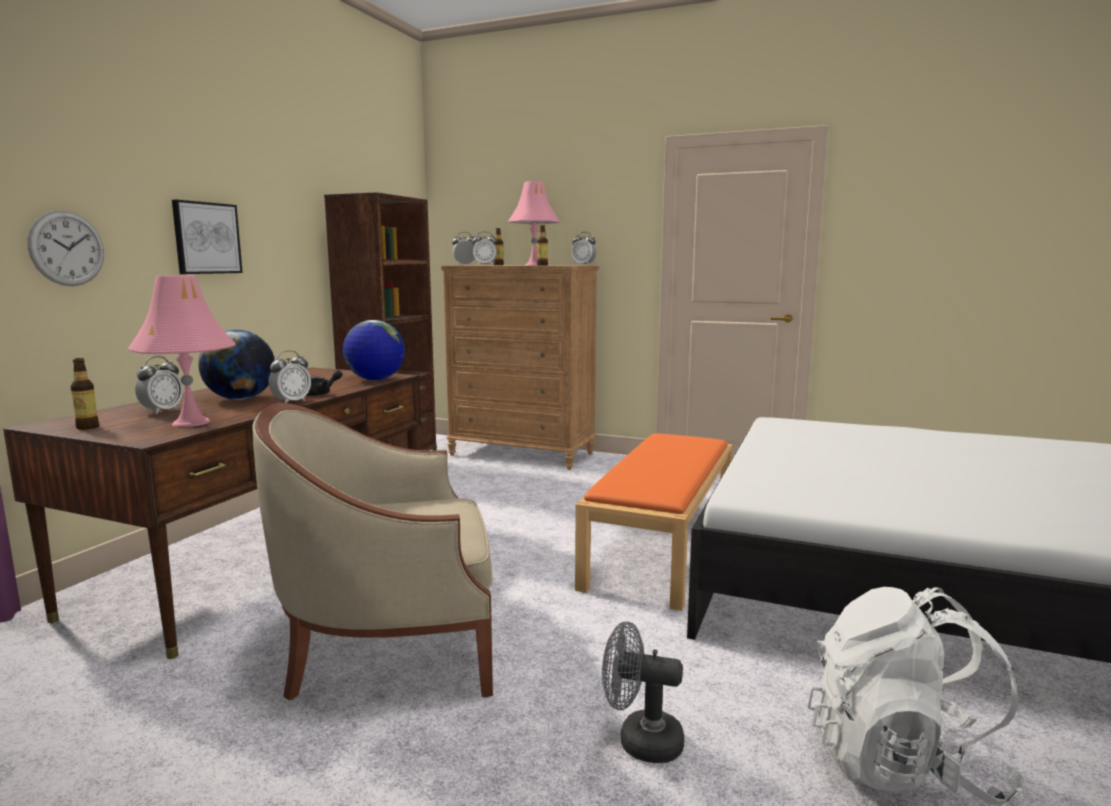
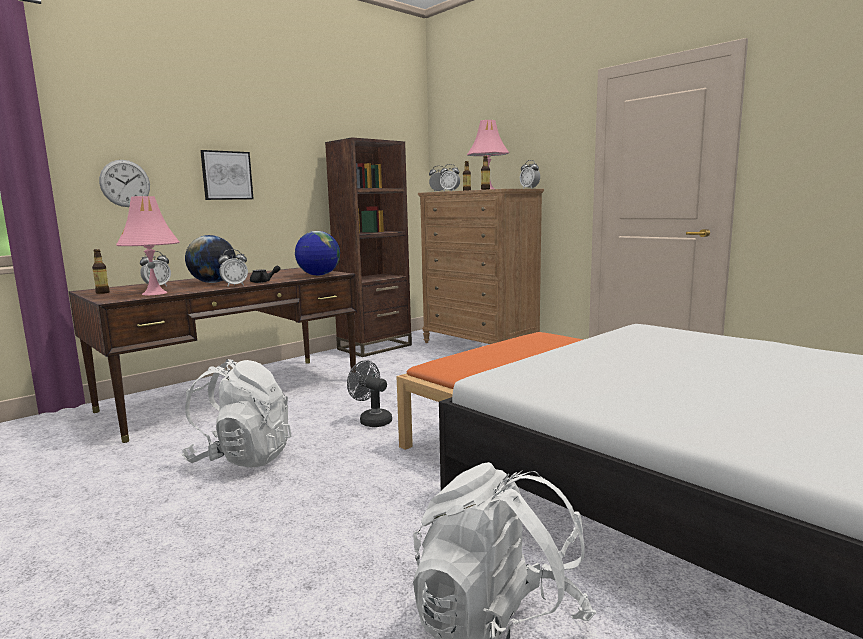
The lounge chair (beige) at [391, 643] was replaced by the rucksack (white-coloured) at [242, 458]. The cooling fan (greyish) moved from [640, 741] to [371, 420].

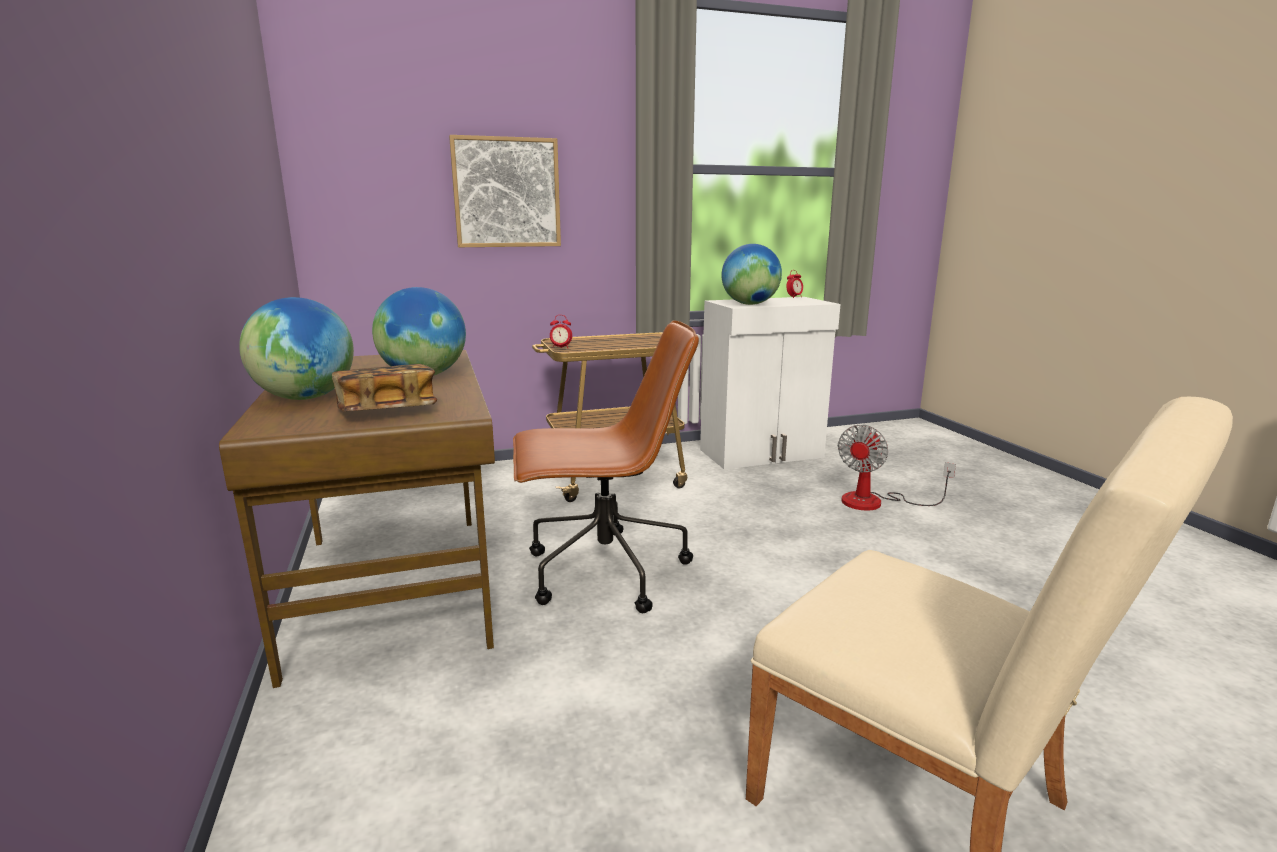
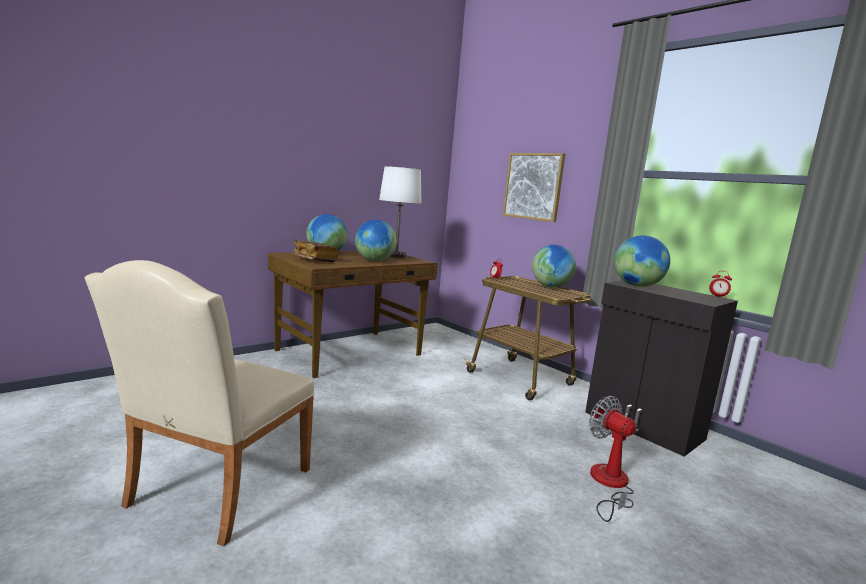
The cabinet (white-coloured) at [763, 454] became the cabinet (black) at [643, 426]. The computer chair (brown-coloured) at [603, 572] disappeared. The cooling fan at [875, 502] turned 45 degrees clockwise. The table lamp (white-coloured) at [396, 256] appeared. The desk globe at [551, 286] appeared.

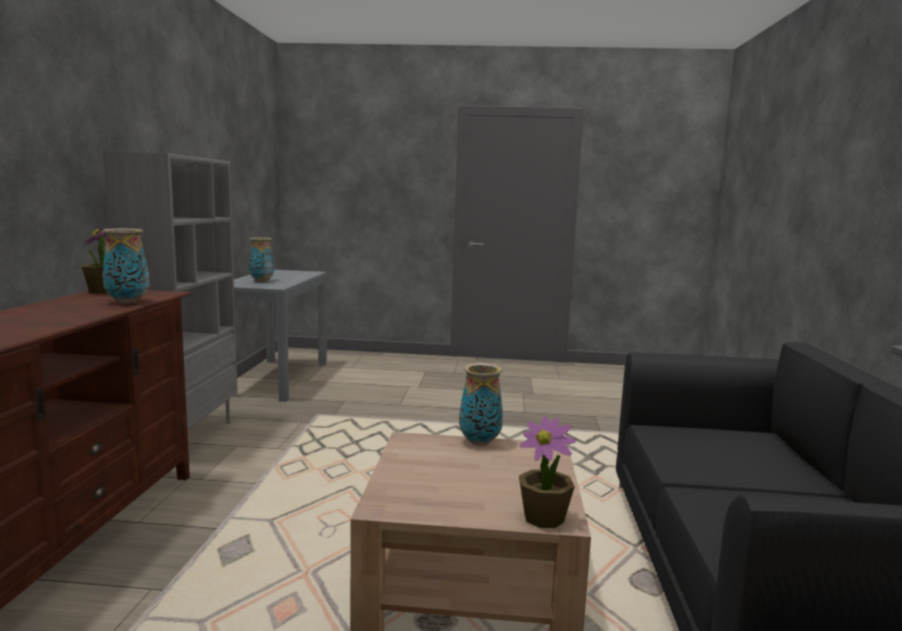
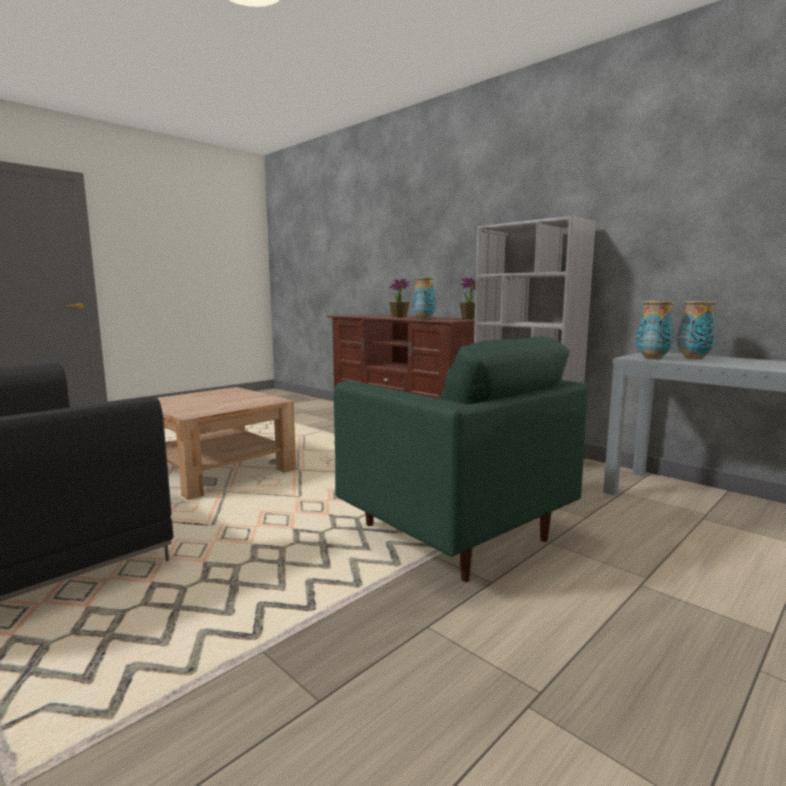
The vase moved from [480, 442] to [652, 358]. The potted plant moved from [544, 518] to [398, 317]. The lounge chair (green) at [455, 534] appeared.

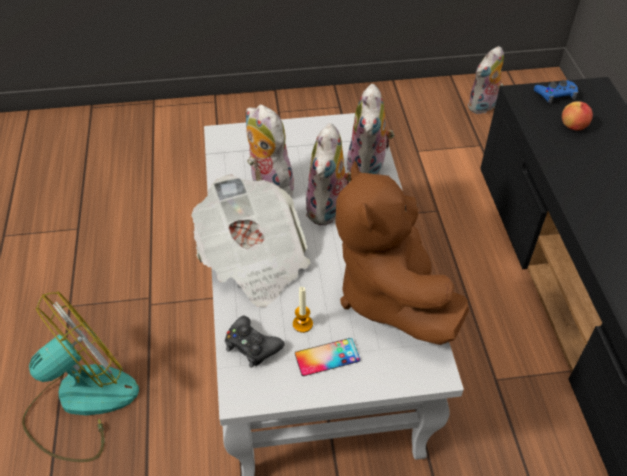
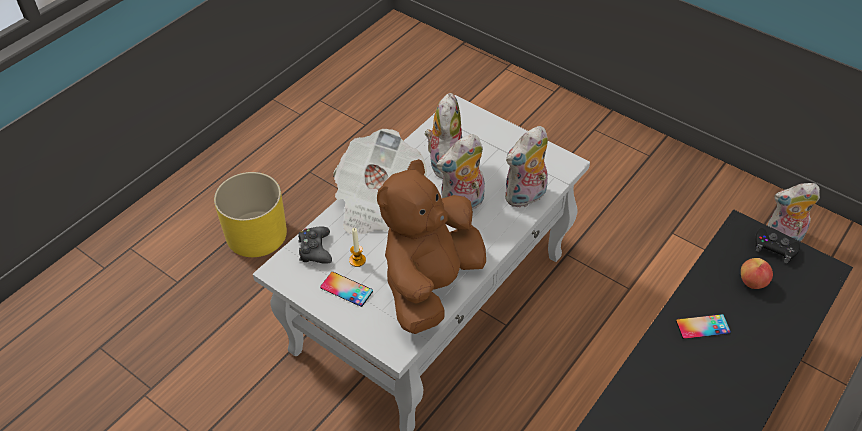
The game controller (blue-coloured) at [555, 95] became the game controller (black) at [774, 248]. The cooling fan at [80, 402] was replaced by the plant pot (yellowish) at [256, 233]. The handset at [702, 326] appeared.

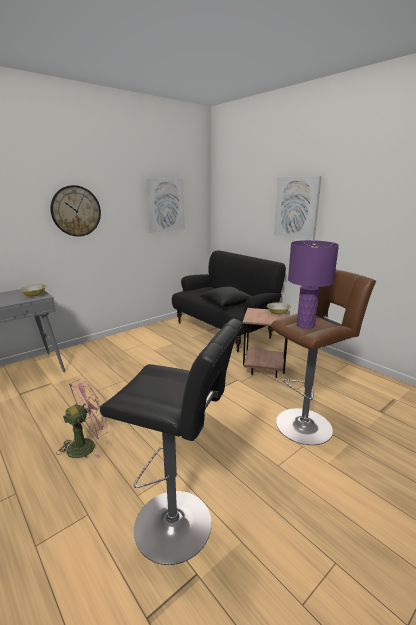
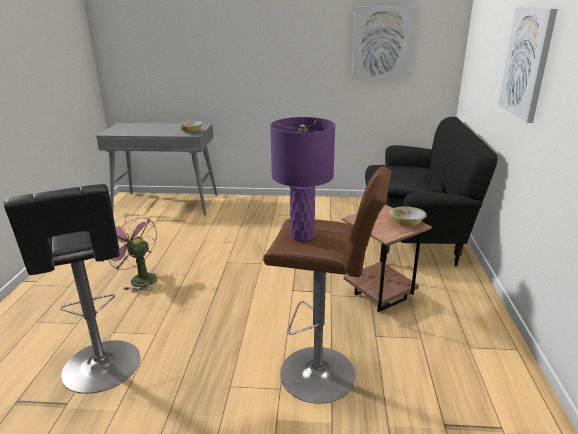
The clock on the wall at [76, 211] disappeared. The cooling fan (pinkish) at [87, 445] turned 150 degrees counterclockwise.

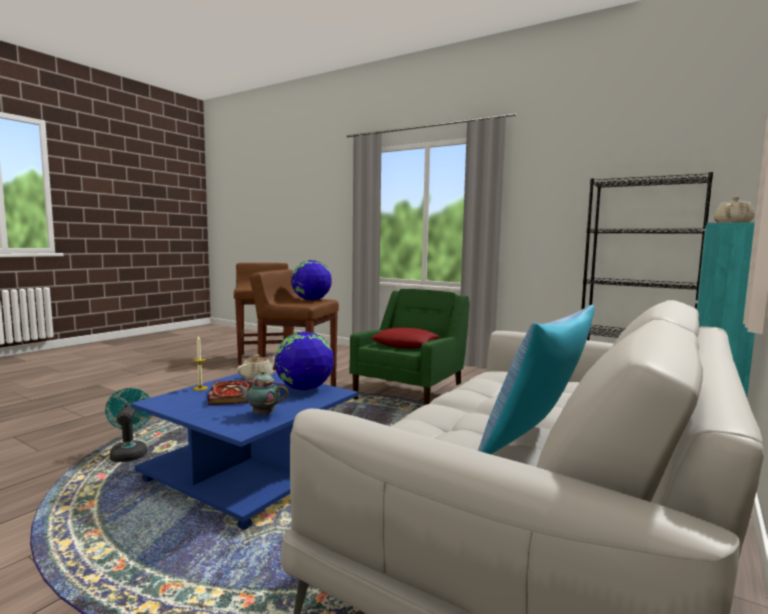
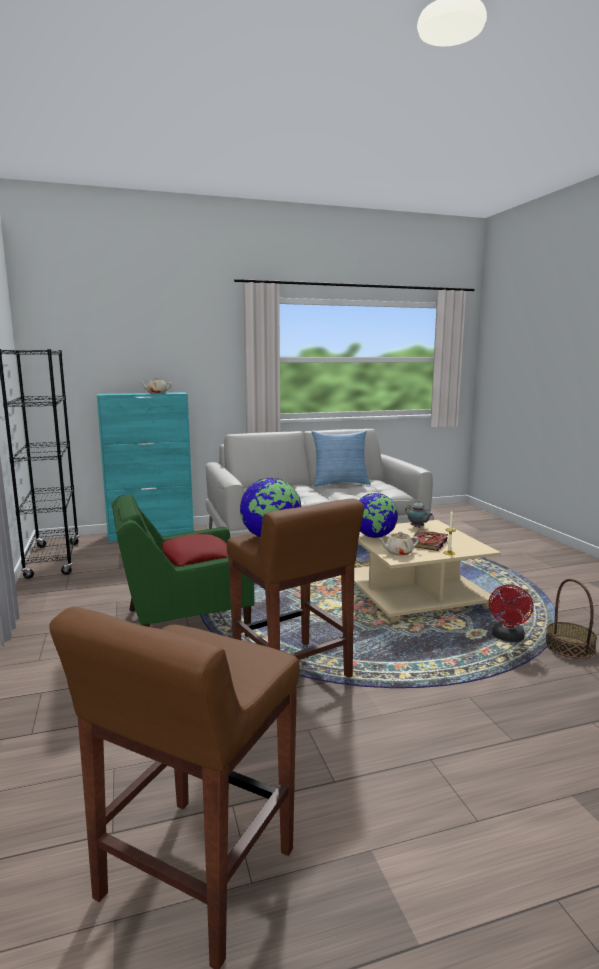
The coffee table (blue-coloured) at [251, 474] became the coffee table (beige) at [414, 593]. The cooling fan (turquoise) at [129, 453] became the cooling fan (reddish) at [508, 638]. The household basket at [569, 647] appeared.

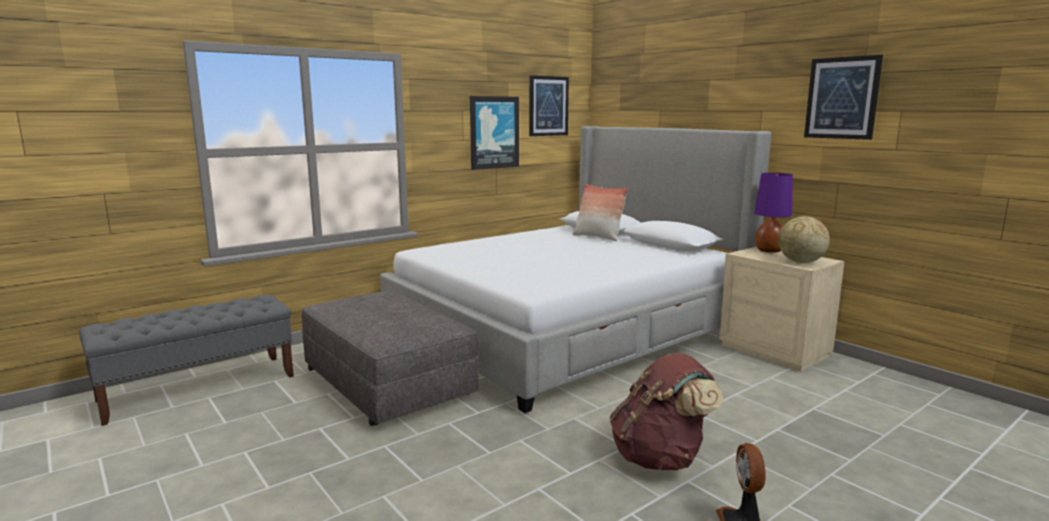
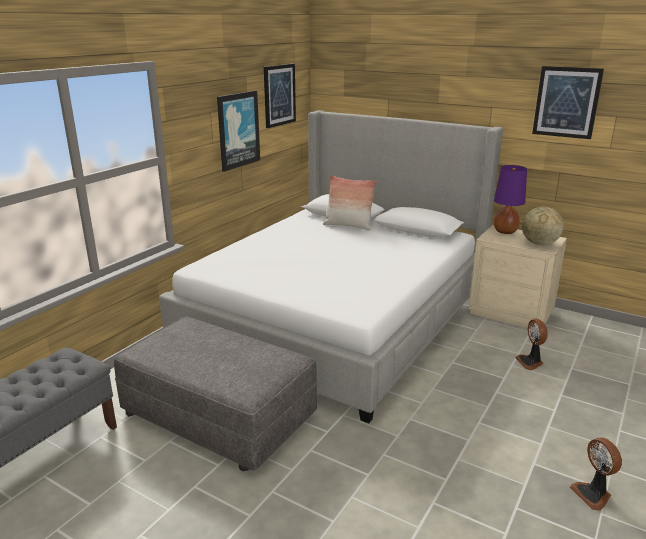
The rucksack (brown-coloured) at [660, 458] disappeared. The cooling fan at [530, 362] appeared.

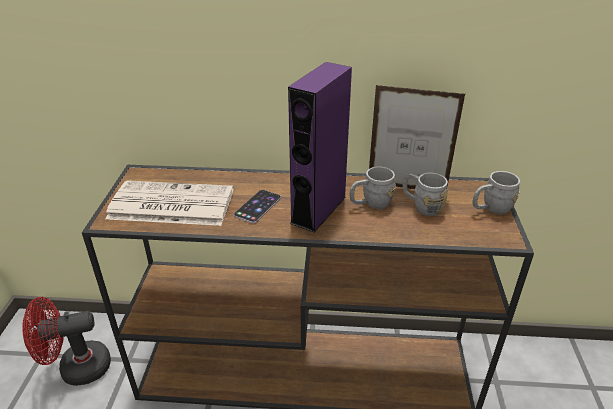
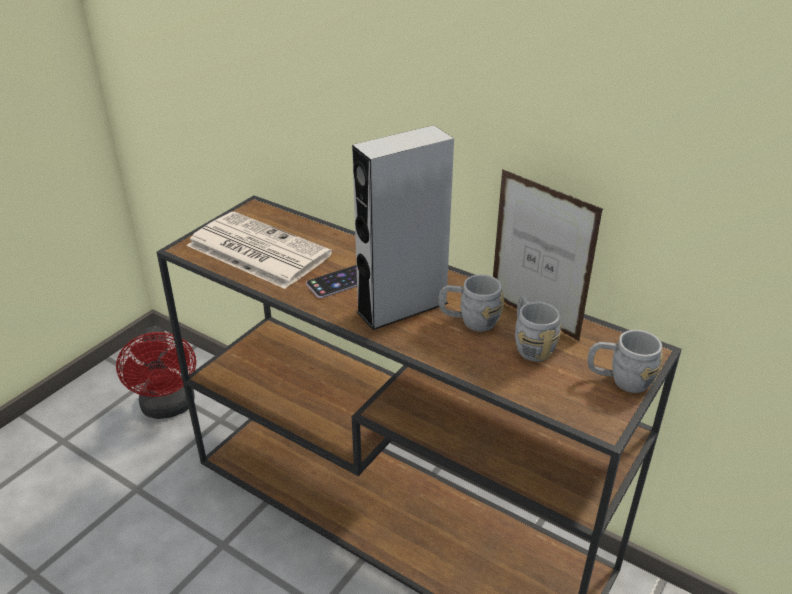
The loudspeaker (purple) at [318, 210] became the loudspeaker (greyish) at [402, 307]. The cooling fan (reddish) at [77, 368] turned 120 degrees counterclockwise.

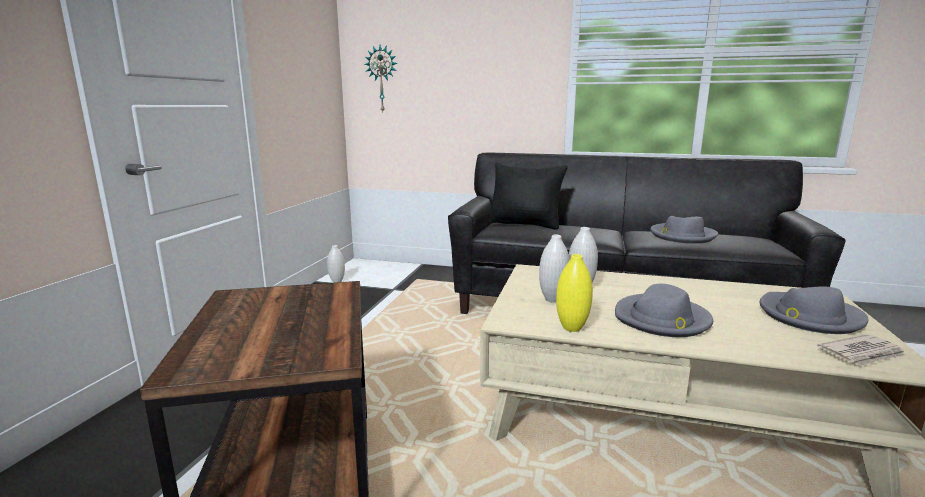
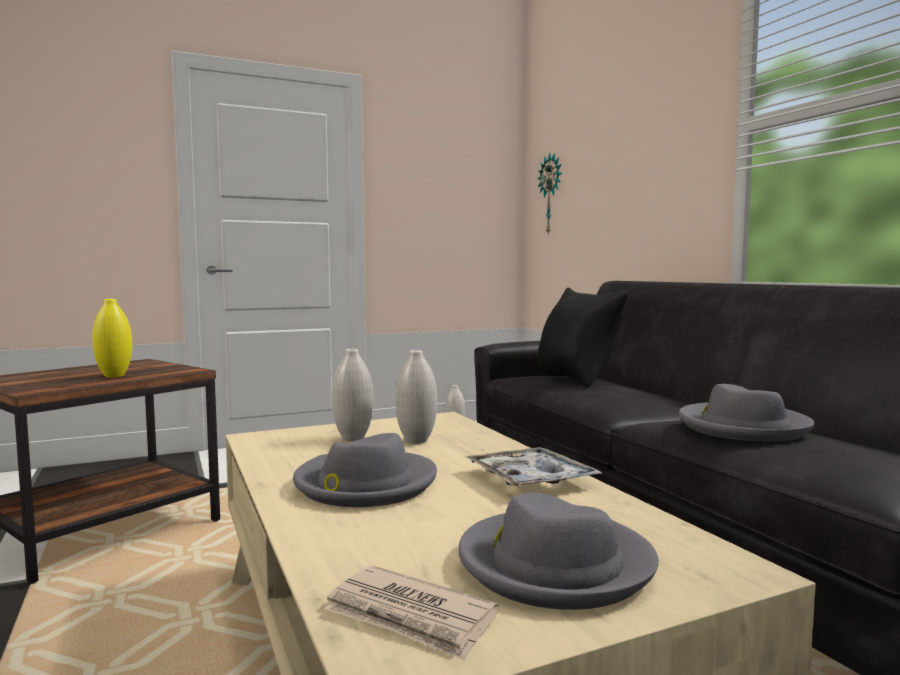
The vase (yellowish) moved from [572, 328] to [114, 376]. The tray at [530, 479] appeared.

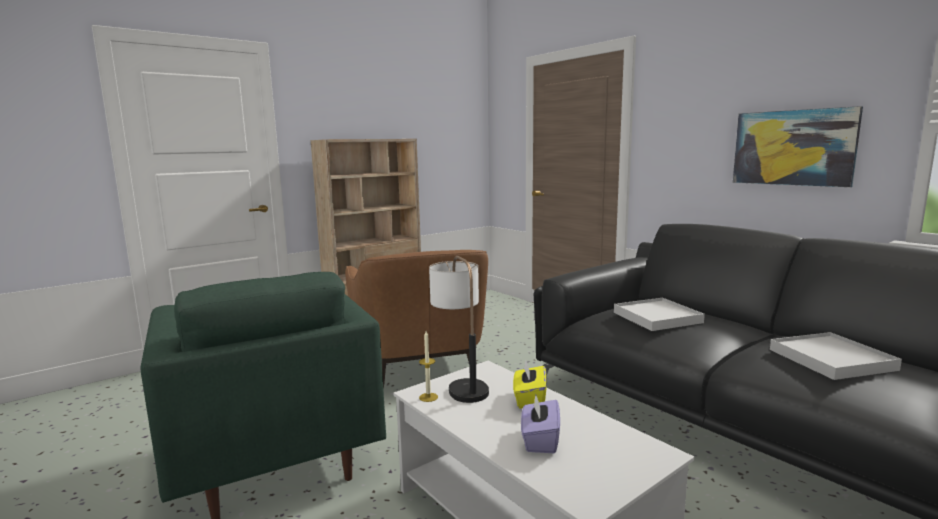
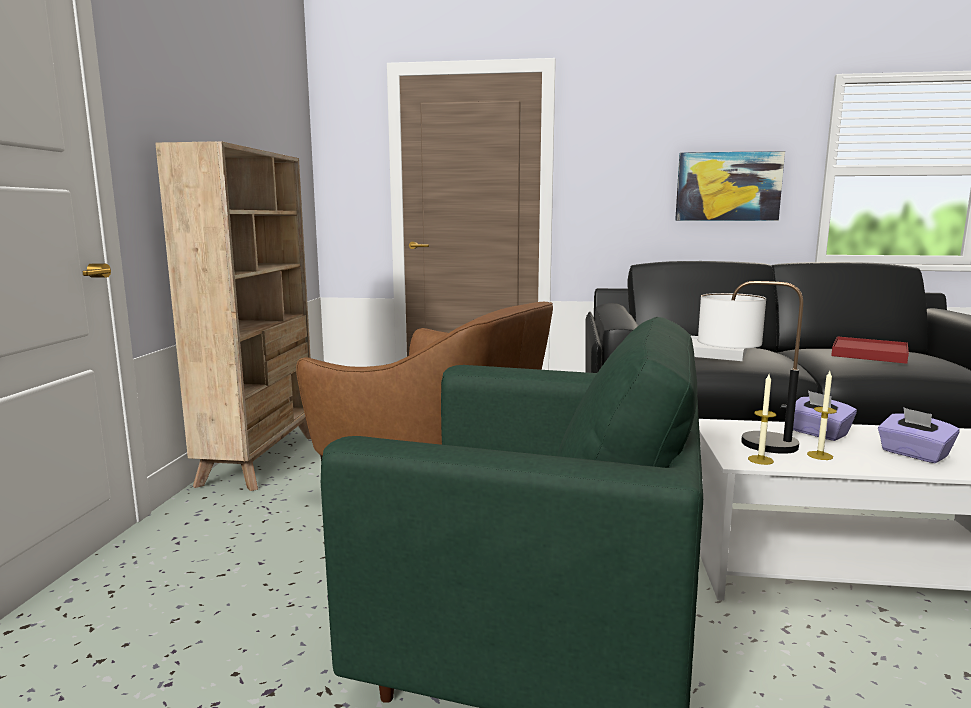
The tray (white-coloured) at [831, 359] became the tray (reddish) at [869, 354]. The tissue holder (yellowish) at [529, 400] became the tissue holder (purple) at [817, 433]. The candle at [820, 455] appeared.

